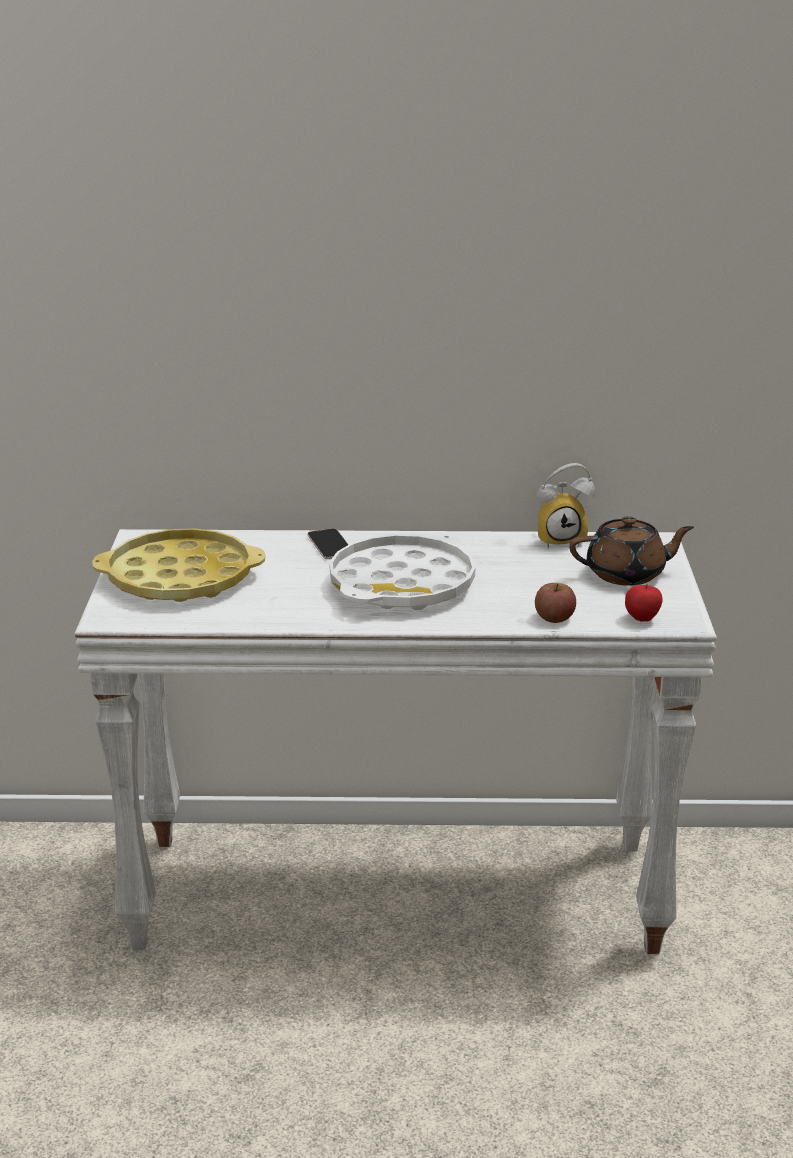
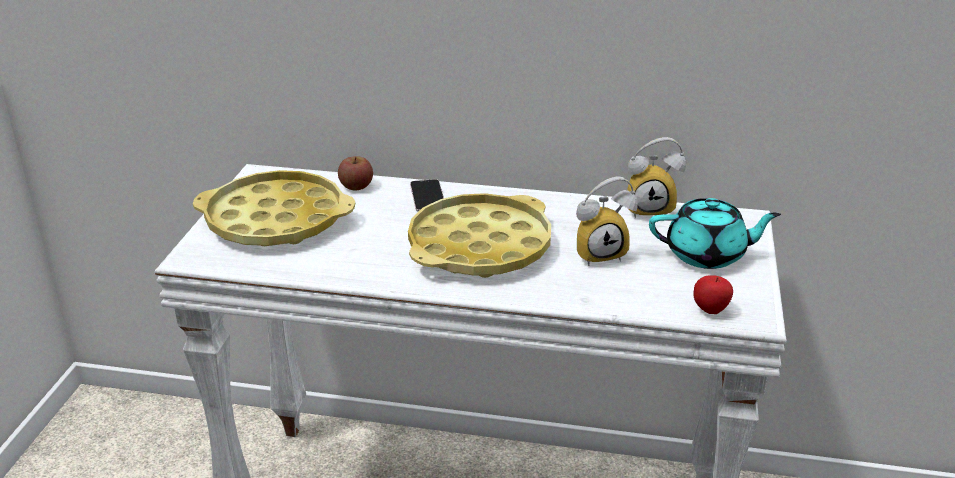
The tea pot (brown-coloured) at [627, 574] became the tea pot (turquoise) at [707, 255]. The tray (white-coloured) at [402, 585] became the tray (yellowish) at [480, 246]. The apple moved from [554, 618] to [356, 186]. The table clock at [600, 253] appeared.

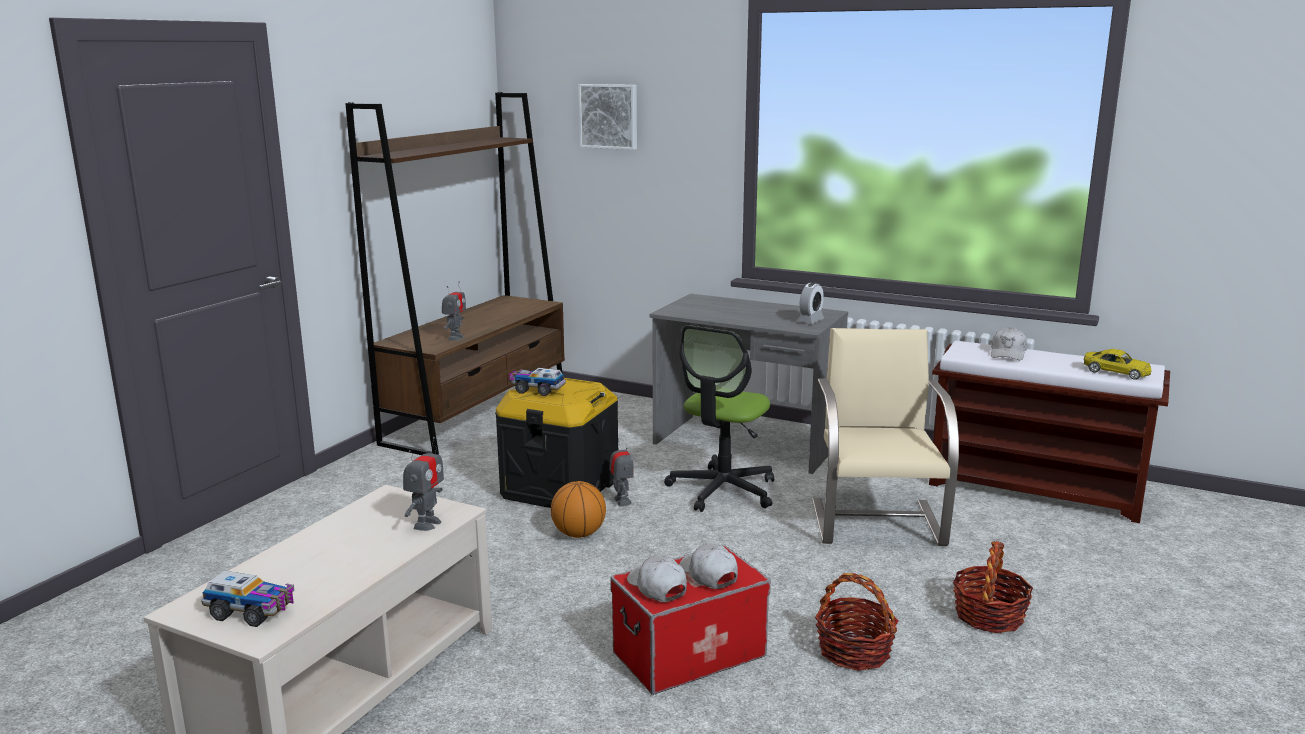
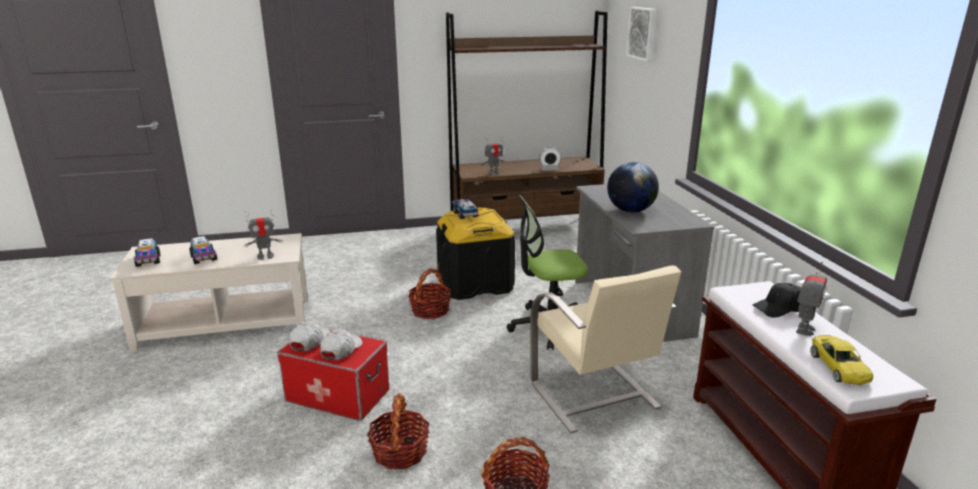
The table clock moved from [810, 321] to [549, 170]. The baseball cap (white-coloured) at [1008, 353] became the baseball cap (black) at [780, 308]. The upright chair (beige) at [877, 521] turned 105 degrees clockwise. The toy robot moved from [622, 501] to [804, 330]. The ball for basketball at [579, 534] was replaced by the household basket at [430, 310]. The desk globe at [630, 211] appeared. The toy lorry at [204, 258] appeared.

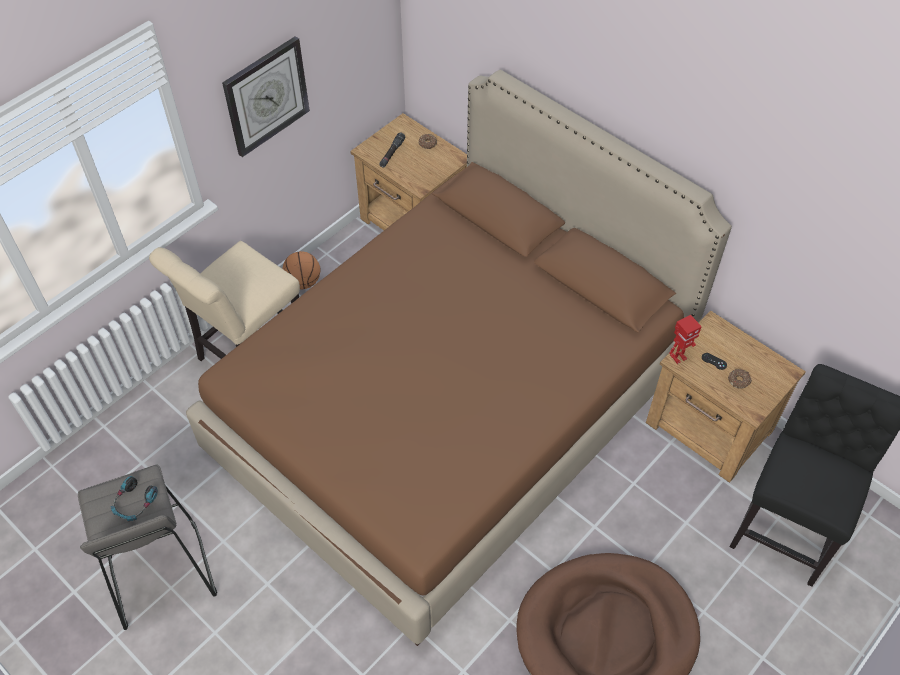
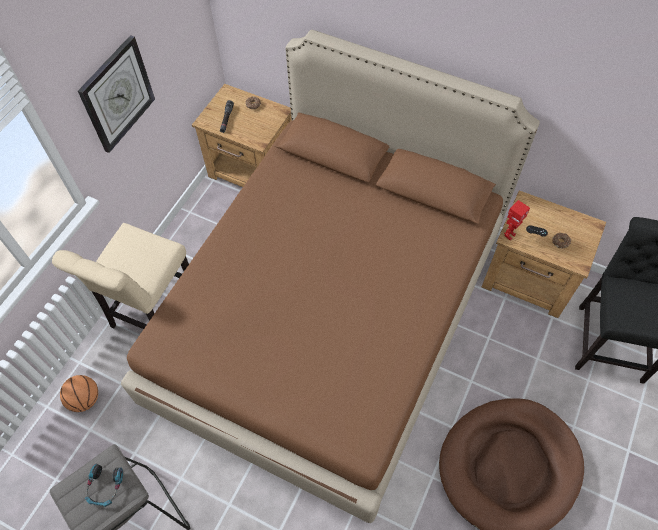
The ball for basketball moved from [303, 282] to [85, 399].

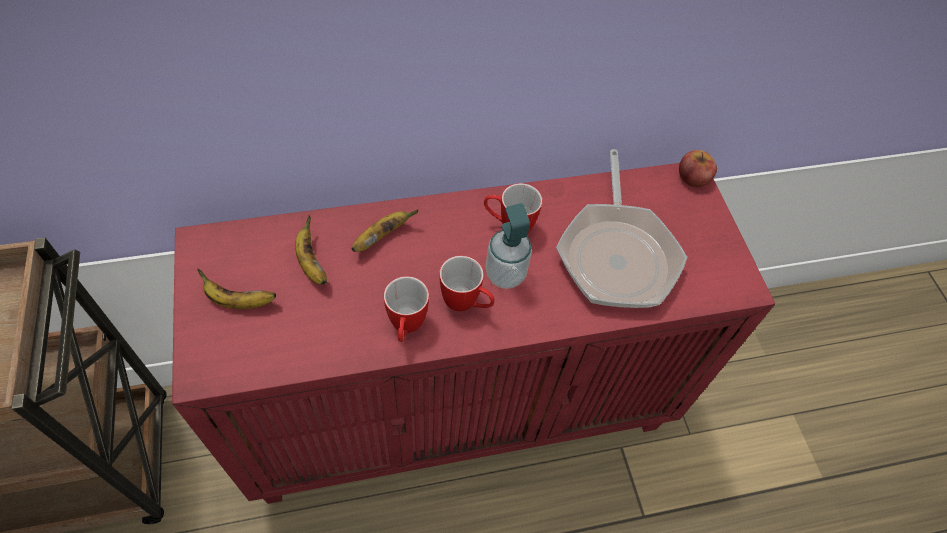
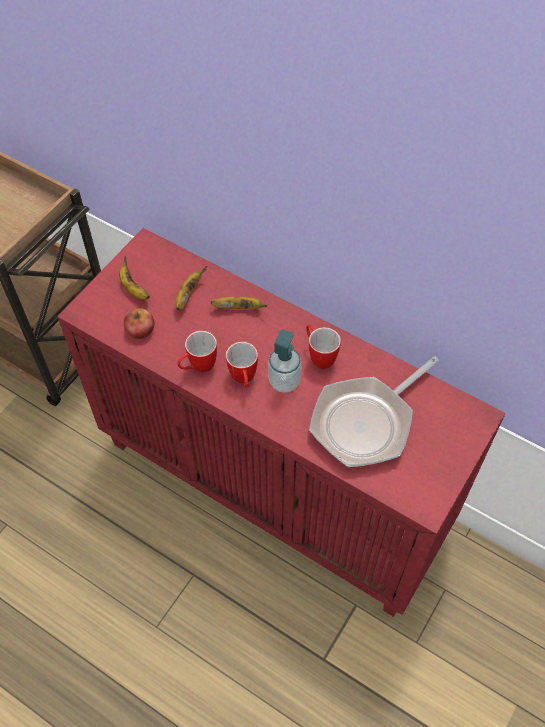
The apple moved from [693, 177] to [140, 330].

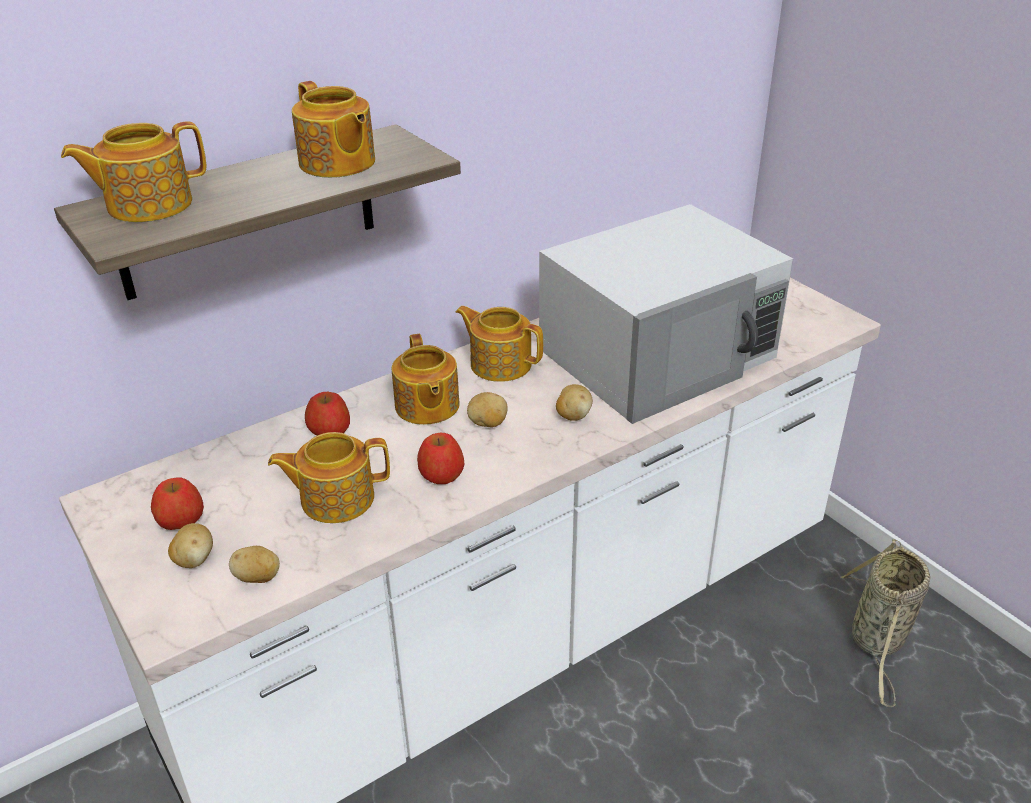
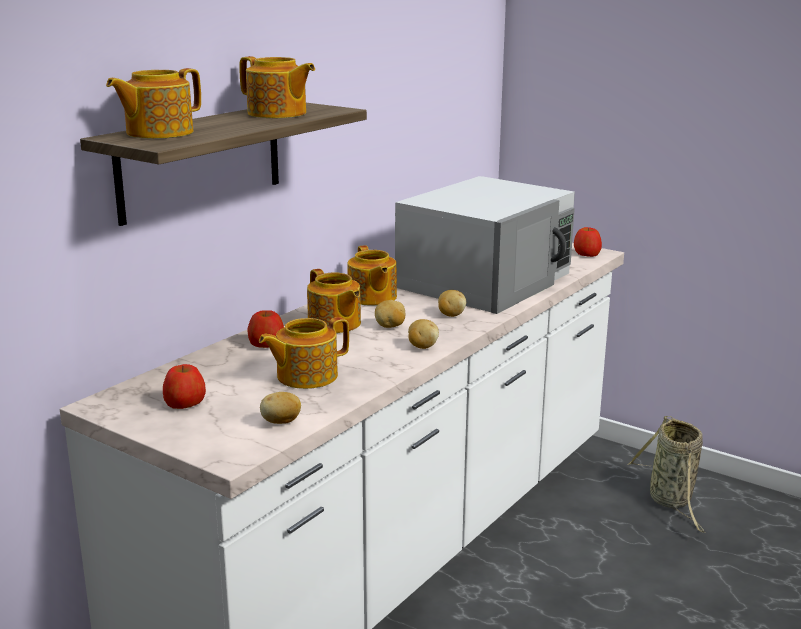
The tea pot at [500, 364] turned 120 degrees counterclockwise. The apple moved from [441, 473] to [586, 254]. The whole potato moved from [194, 560] to [422, 347].

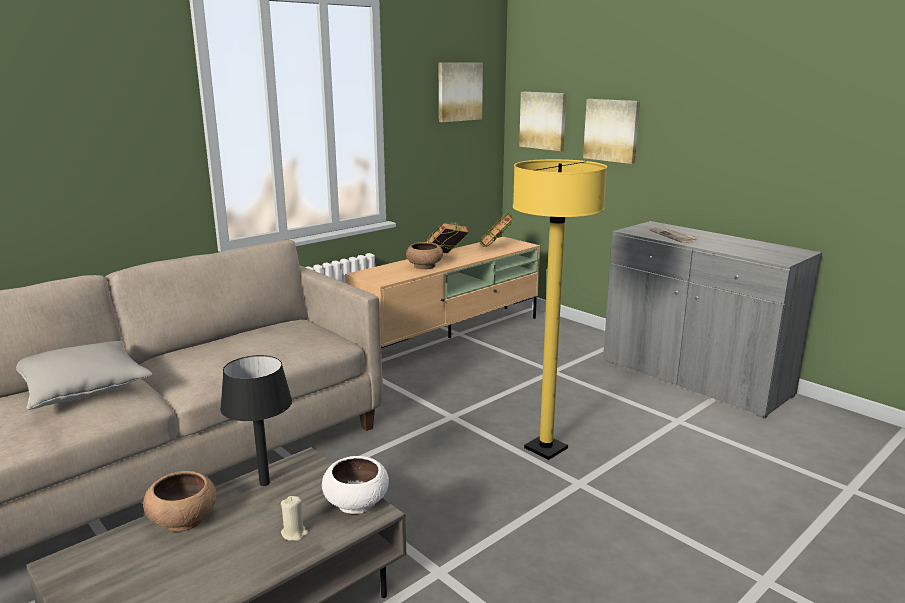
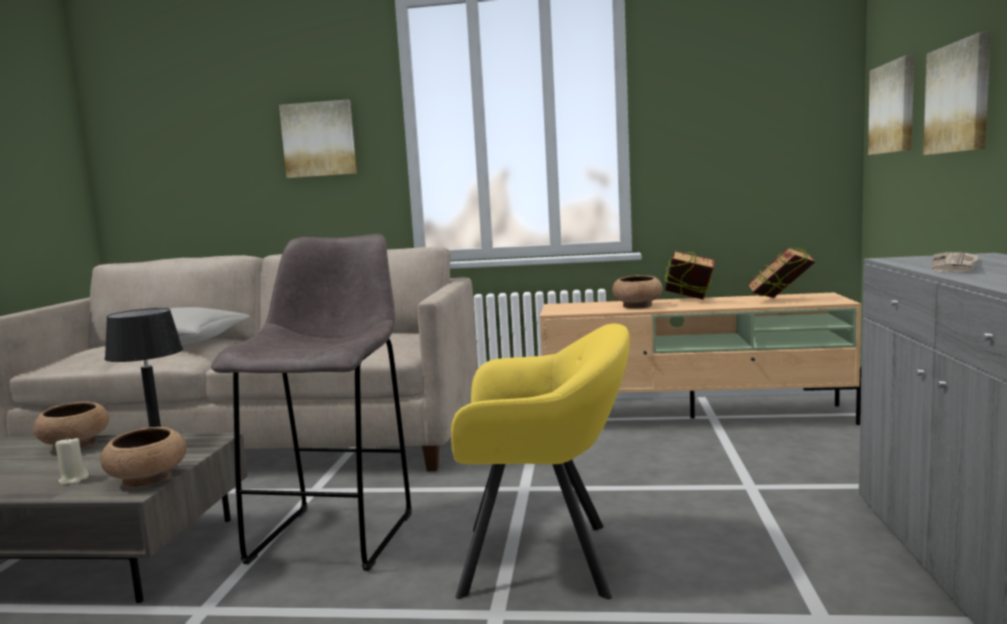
The wall picture moved from [459, 91] to [319, 139]. The standard lamp (yellowish) at [545, 448] was replaced by the lounge chair (yellowish) at [546, 560]. The serving bowl (white-coloured) at [357, 502] became the serving bowl (brown-coloured) at [148, 479]. The stool seat (greyish) at [335, 535] appeared.

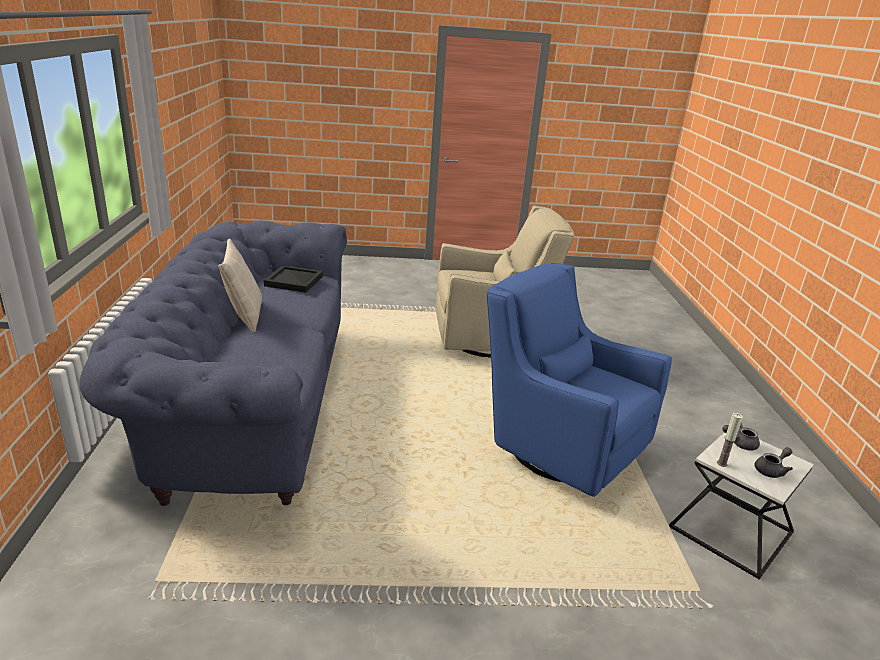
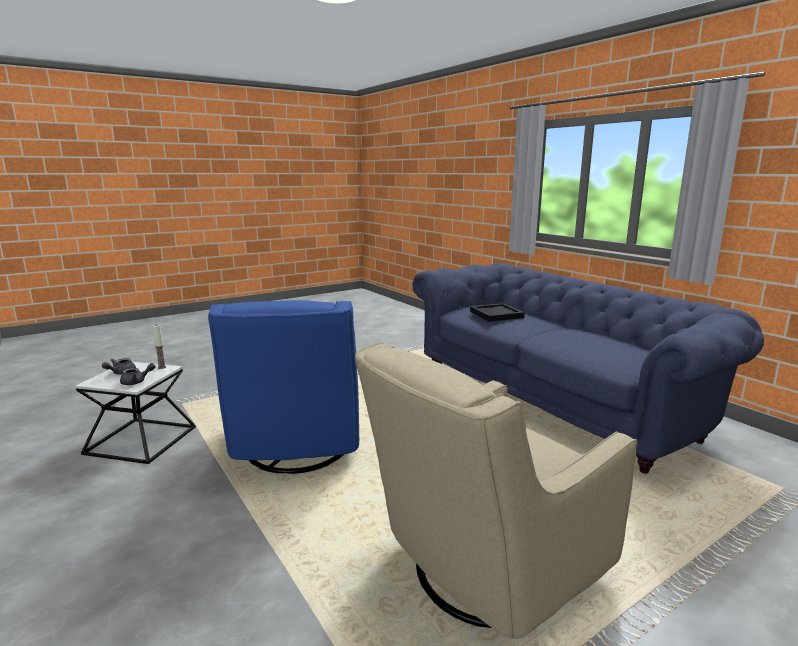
The throw pillow (beige) at [244, 316] disappeared. The lounge chair (blue-coloured) at [558, 447] turned 75 degrees clockwise. The tray (black) moved from [293, 281] to [496, 314].

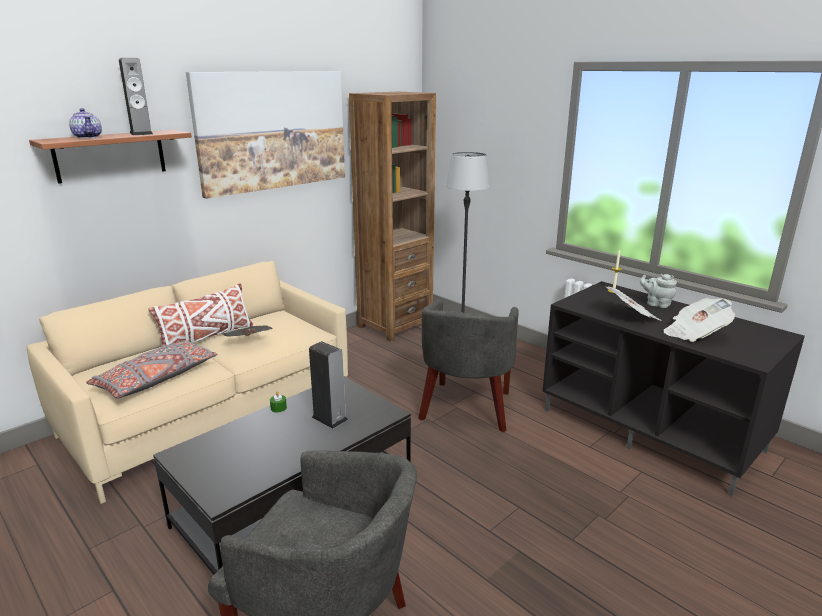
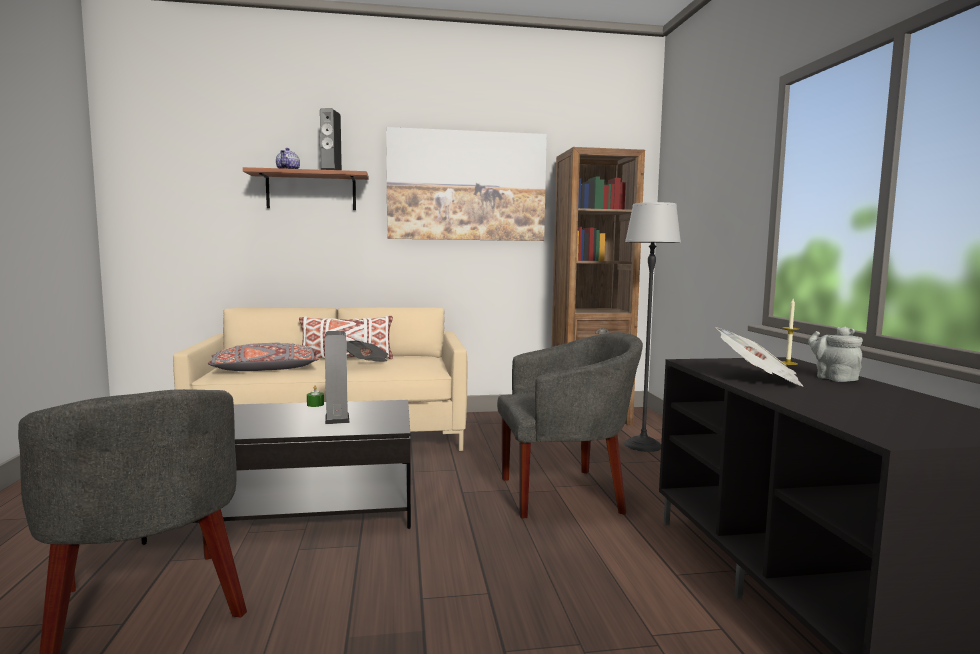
The daily paper at [695, 334] disappeared. The lounge chair (greyish) at [466, 408] turned 150 degrees counterclockwise.

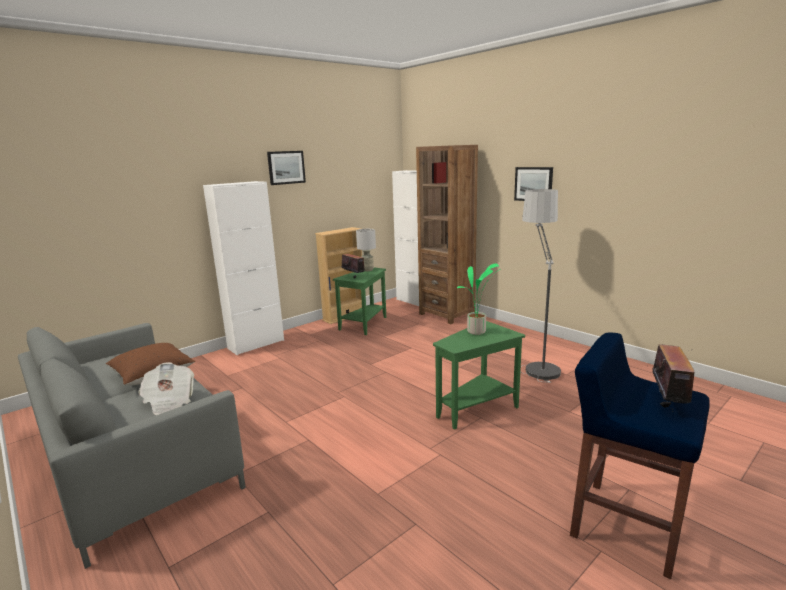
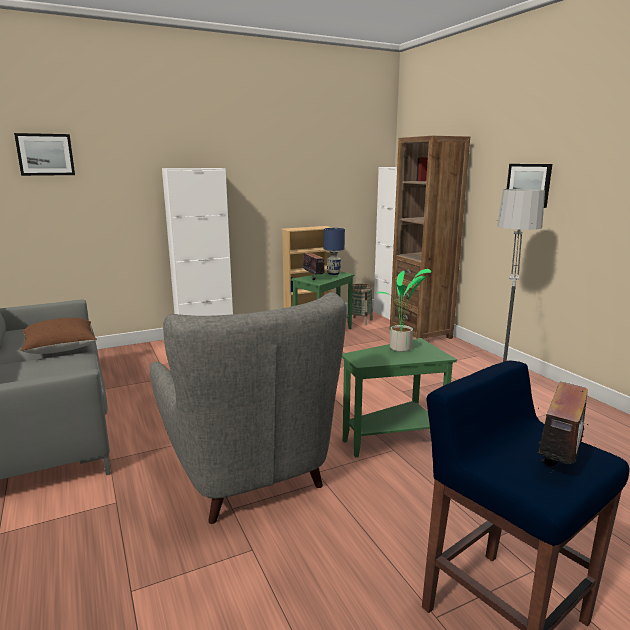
The wall picture moved from [286, 167] to [45, 154]. The table lamp (greyish) at [367, 270] became the table lamp (blue-coloured) at [333, 273]. The daily paper at [169, 401] disappeared. The household basket at [360, 321] appeared. The lounge chair (greyish) at [248, 472] appeared.

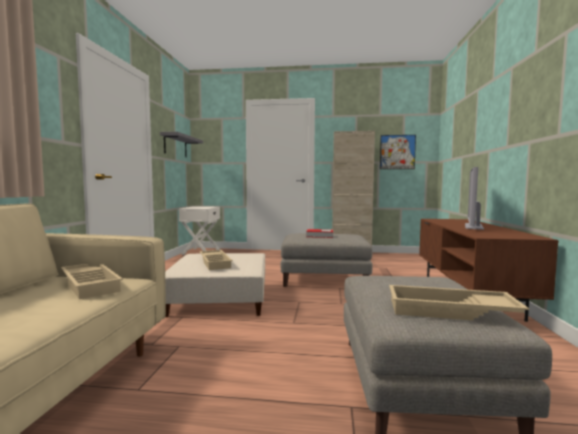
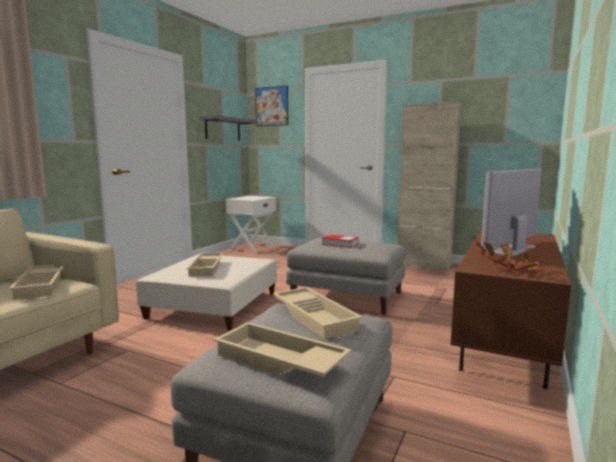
The wall picture moved from [397, 152] to [271, 106]. The potted plant at [511, 269] appeared. The tray (beige) at [316, 317] appeared.

